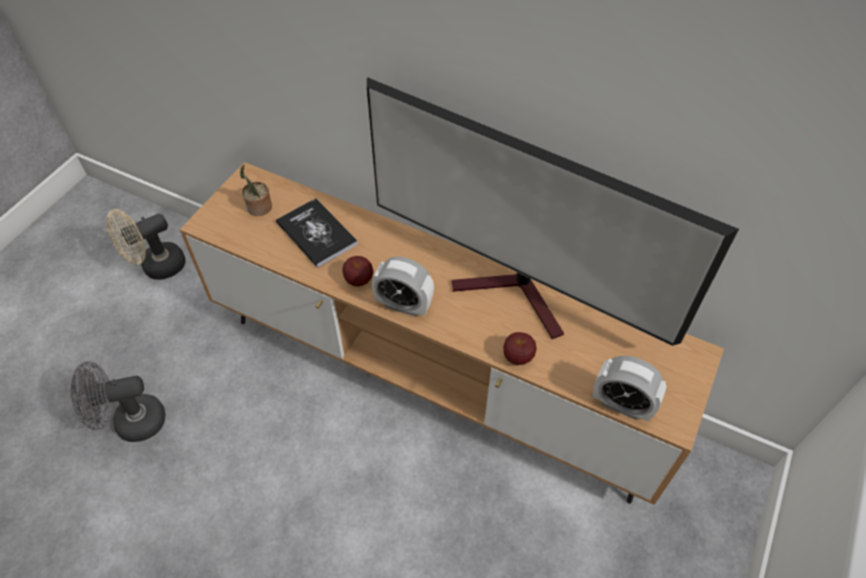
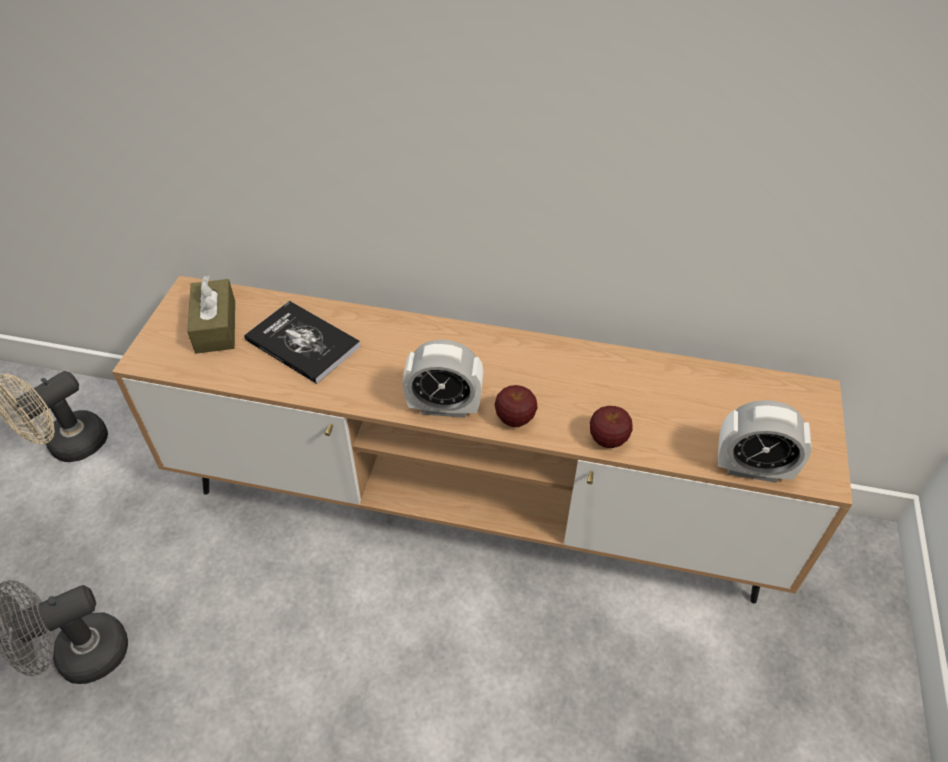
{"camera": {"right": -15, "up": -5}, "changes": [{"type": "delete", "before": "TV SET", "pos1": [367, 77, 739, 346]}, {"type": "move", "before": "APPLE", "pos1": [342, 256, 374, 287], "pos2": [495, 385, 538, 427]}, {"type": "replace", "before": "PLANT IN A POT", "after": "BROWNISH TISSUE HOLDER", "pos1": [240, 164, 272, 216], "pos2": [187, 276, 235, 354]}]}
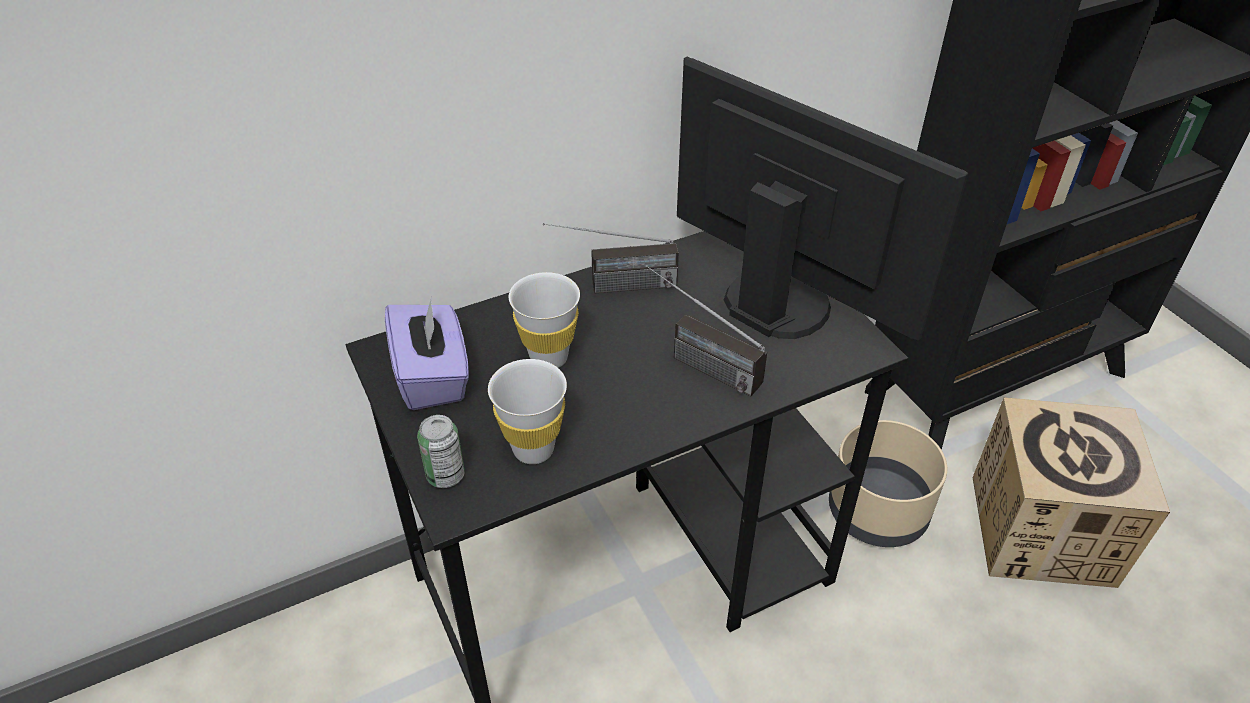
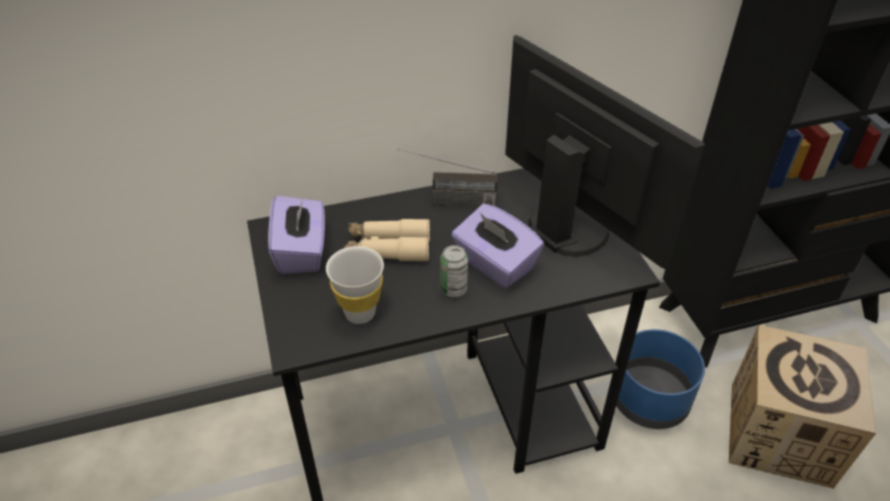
{"camera": {"right": 10, "up": 0}, "changes": [{"type": "move", "before": "CAN", "pos1": [417, 415, 465, 488], "pos2": [440, 245, 468, 298]}, {"type": "replace", "before": "WHITE DRINKING CUP", "after": "BEIGE BINOCULARS", "pos1": [509, 272, 580, 368], "pos2": [344, 219, 430, 262]}, {"type": "replace", "before": "RADIO RECEIVER", "after": "PURPLE TISSUE HOLDER", "pos1": [646, 265, 767, 396], "pos2": [452, 204, 544, 288]}, {"type": "recolor", "before": "BEIGE PLANT POT", "after": "BLUE PLANT POT", "pos1": [829, 420, 947, 547], "pos2": [616, 329, 705, 429]}]}
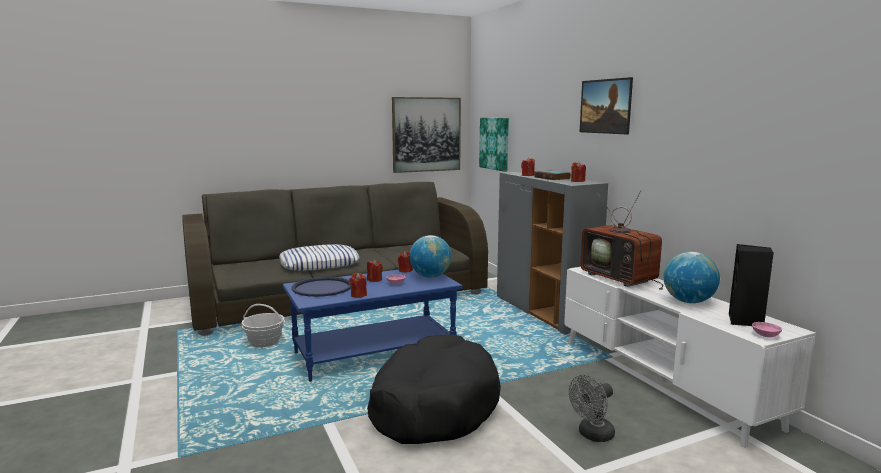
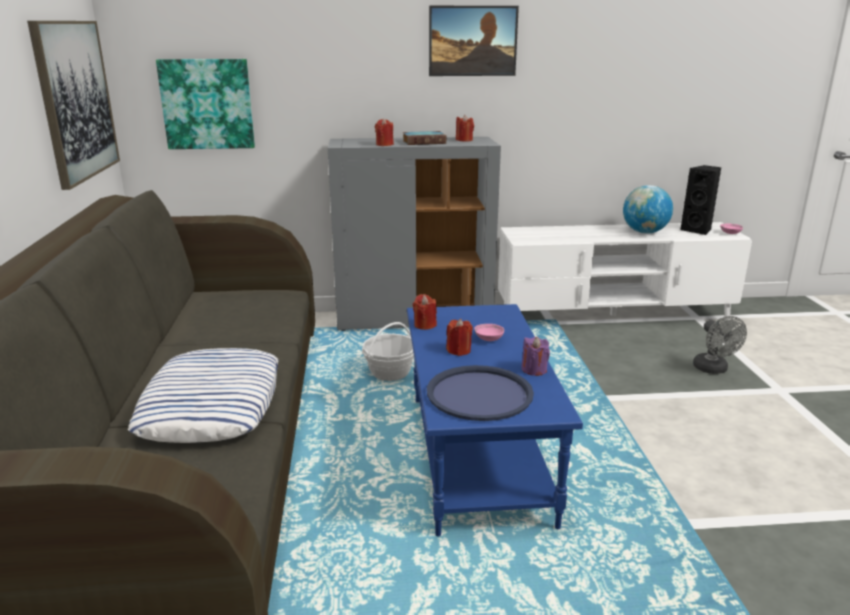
{"camera": {"right": -70, "up": 10}, "changes": [{"type": "delete", "before": "BLACKISH DOG BED", "pos1": [367, 334, 501, 444]}, {"type": "delete", "before": "WORLD GLOBE", "pos1": [409, 235, 452, 278]}, {"type": "delete", "before": "TV SET", "pos1": [580, 190, 663, 290]}, {"type": "move", "before": "HOUSEHOLD BASKET", "pos1": [241, 304, 285, 347], "pos2": [362, 322, 414, 381]}, {"type": "recolor", "before": "RED-COLOURED WAX CANDLE", "after": "PURPLE WAX CANDLE", "pos1": [350, 273, 367, 298], "pos2": [522, 337, 550, 376]}]}
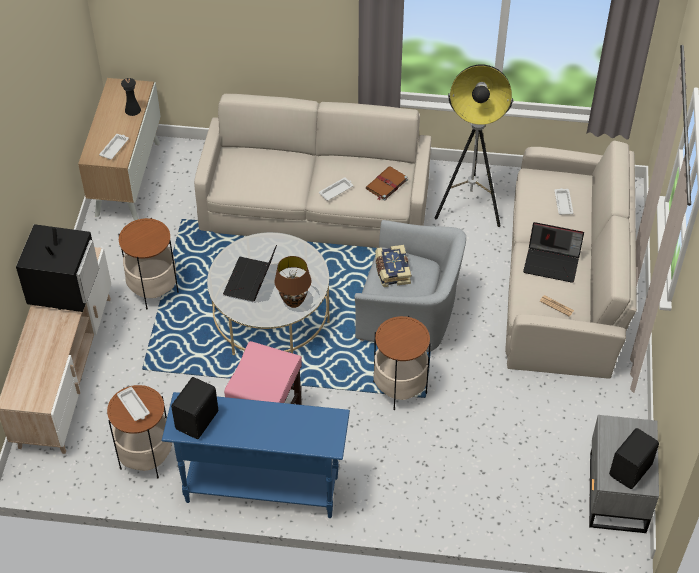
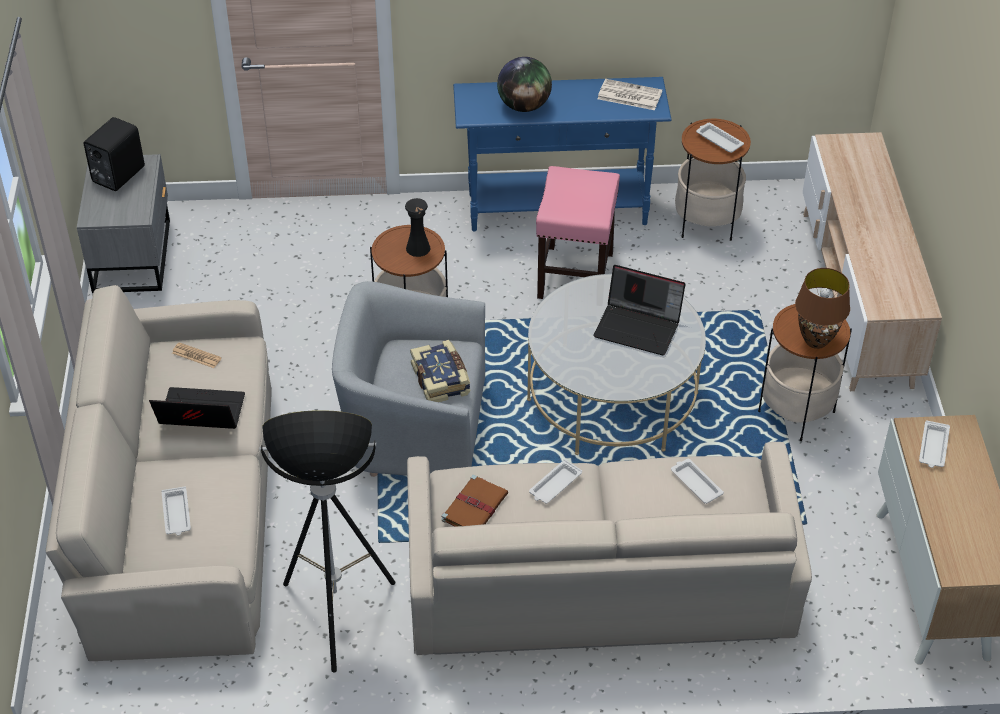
{"camera": {"right": 170, "up": -5}, "changes": [{"type": "delete", "before": "TV SET", "pos1": [16, 224, 99, 312]}, {"type": "insert", "after": "WORLD GLOBE", "pos2": [497, 57, 552, 112]}, {"type": "insert", "after": "WHITE TRAY", "pos2": [671, 459, 724, 504]}, {"type": "move", "before": "BLACKISH DECORATIVE VASE", "pos1": [121, 78, 141, 116], "pos2": [405, 198, 430, 257]}, {"type": "move", "before": "BROWNISH TABLE LAMP", "pos1": [274, 256, 311, 308], "pos2": [795, 268, 850, 349]}, {"type": "replace", "before": "BLACKISH SPEAKER", "after": "DAILY PAPER", "pos1": [171, 377, 218, 439], "pos2": [597, 79, 662, 110]}, {"type": "rotate", "before": "PORTABLE COMPUTER", "pos1": [223, 245, 277, 302], "pos2": [593, 265, 685, 355], "turn": 105}]}
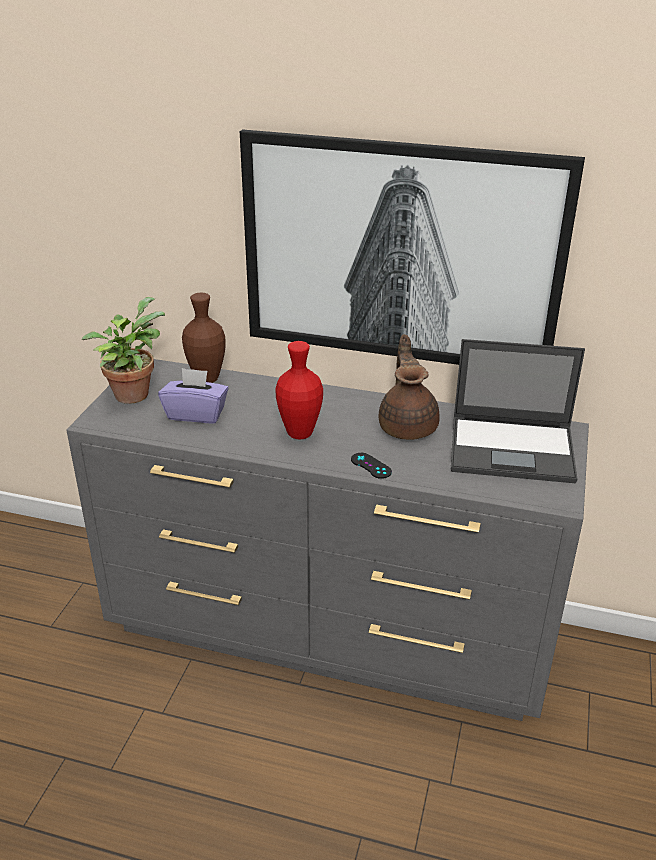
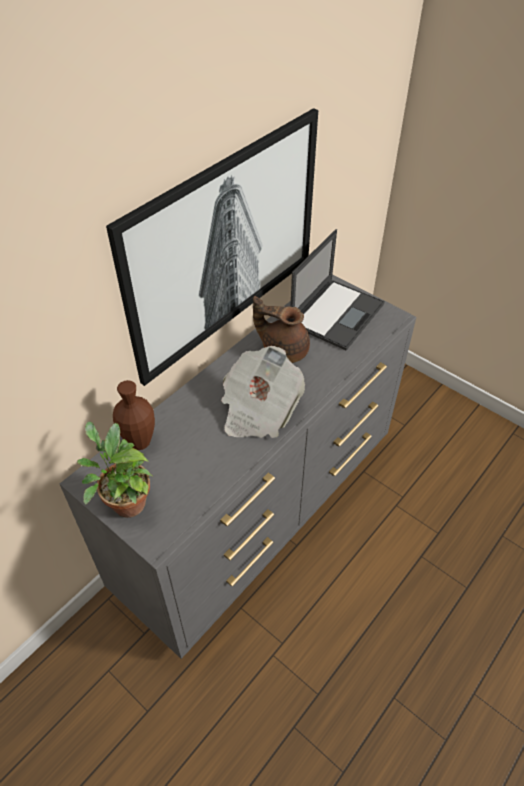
{"camera": {"right": -65, "up": 15}, "changes": [{"type": "delete", "before": "PURPLE TISSUE HOLDER", "pos1": [158, 368, 229, 423]}, {"type": "delete", "before": "BLACKISH GAME CONTROLLER", "pos1": [351, 453, 392, 479]}, {"type": "replace", "before": "RED-COLOURED DECORATIVE VASE", "after": "DAILY PAPER", "pos1": [275, 341, 323, 439], "pos2": [221, 346, 305, 438]}]}
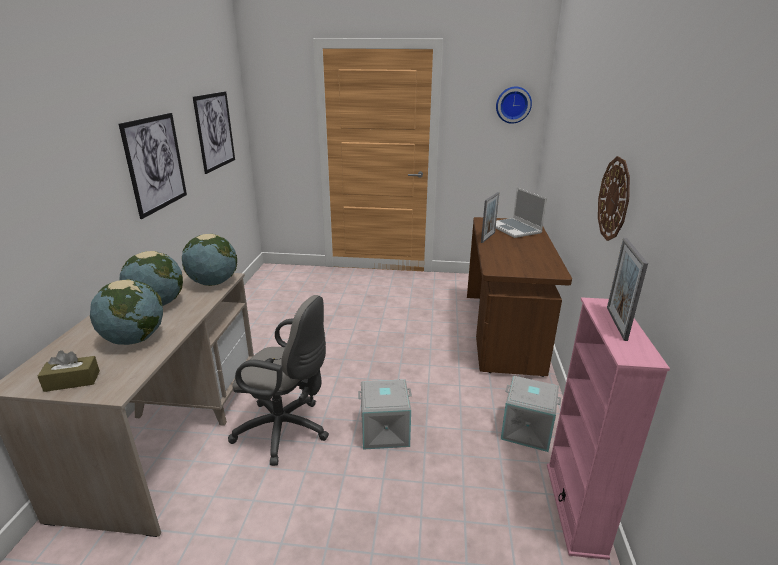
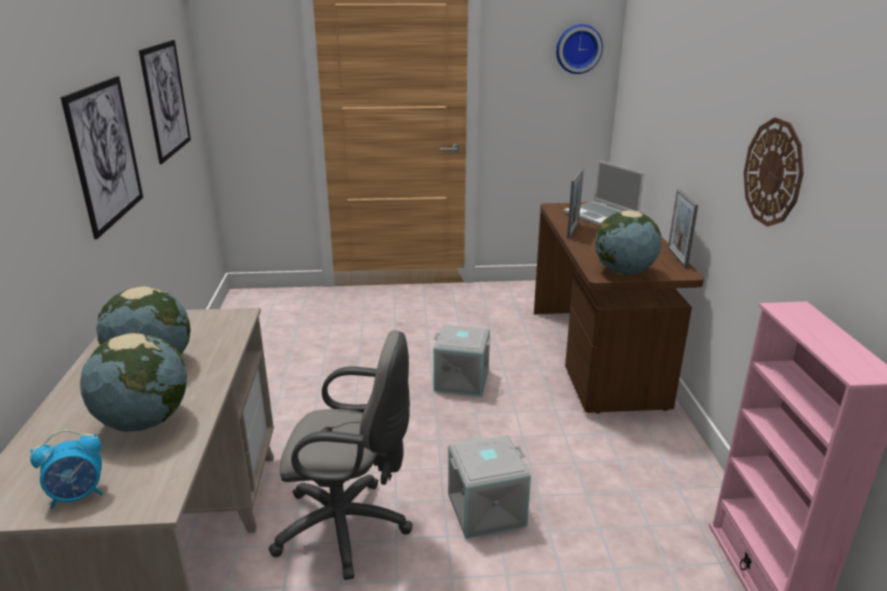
{"camera": {"right": -10, "up": 0}, "changes": [{"type": "move", "before": "WORLD GLOBE", "pos1": [182, 234, 237, 286], "pos2": [595, 210, 661, 275]}, {"type": "move", "before": "GRAY STORAGE CONTAINER", "pos1": [501, 376, 561, 452], "pos2": [433, 325, 491, 396]}, {"type": "move", "before": "PHOTO FRAME", "pos1": [607, 238, 648, 341], "pos2": [668, 189, 698, 268]}, {"type": "replace", "before": "BROWNISH TISSUE HOLDER", "after": "BEDSIDE CLOCK", "pos1": [38, 350, 100, 392], "pos2": [30, 430, 103, 509]}]}
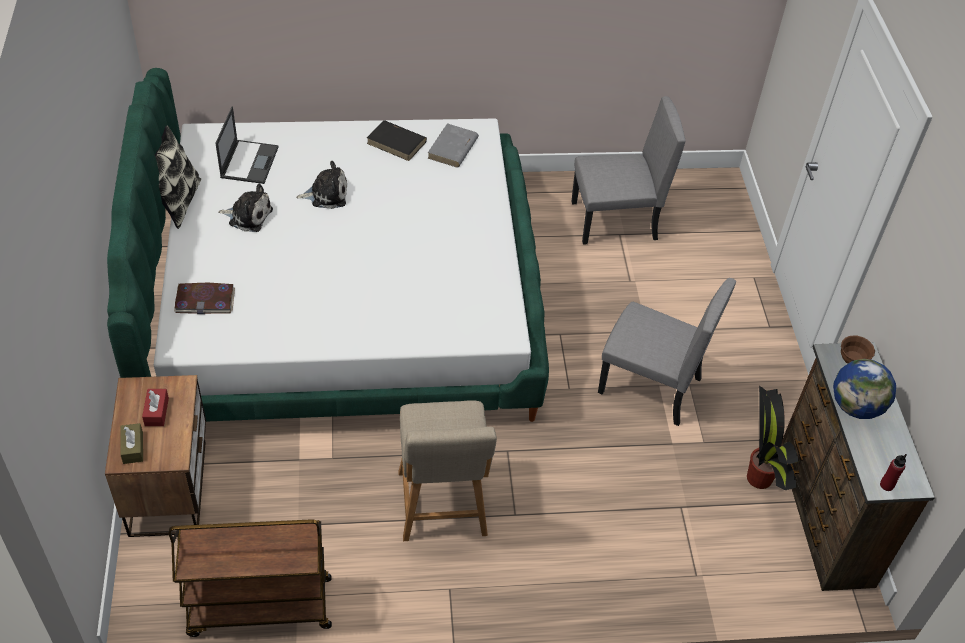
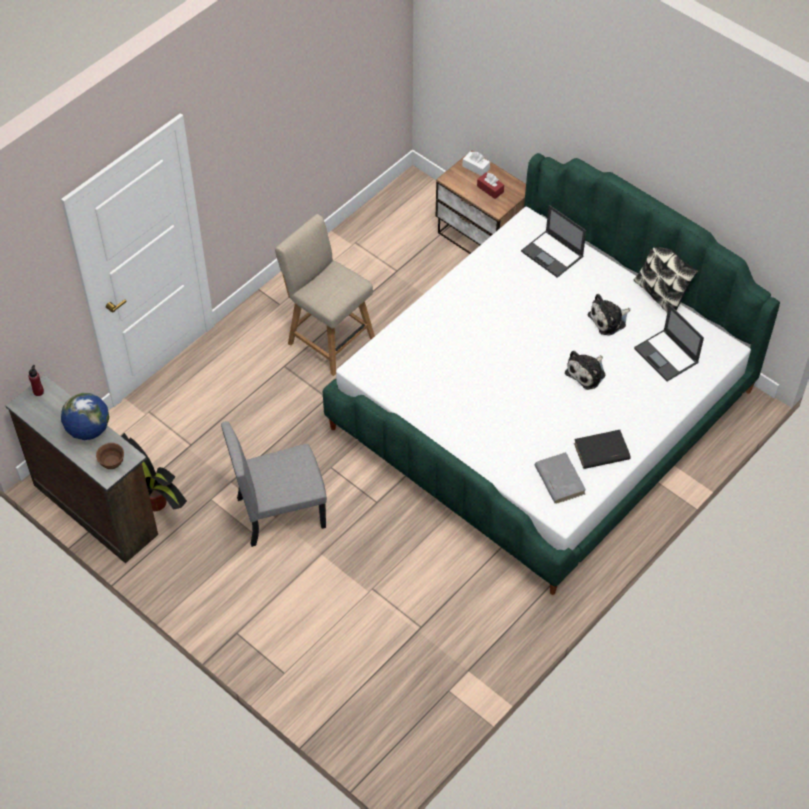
{"camera": {"right": 140, "up": 5}, "changes": [{"type": "delete", "before": "BROWNISH CART", "pos1": [169, 519, 332, 637]}, {"type": "delete", "before": "GRAY CHAIR", "pos1": [571, 96, 685, 245]}, {"type": "replace", "before": "BOOK", "after": "PORTABLE COMPUTER", "pos1": [174, 283, 235, 314], "pos2": [521, 205, 586, 278]}, {"type": "recolor", "before": "BROWNISH TISSUE HOLDER", "after": "WHITE TISSUE HOLDER", "pos1": [120, 423, 143, 464], "pos2": [462, 152, 490, 176]}]}
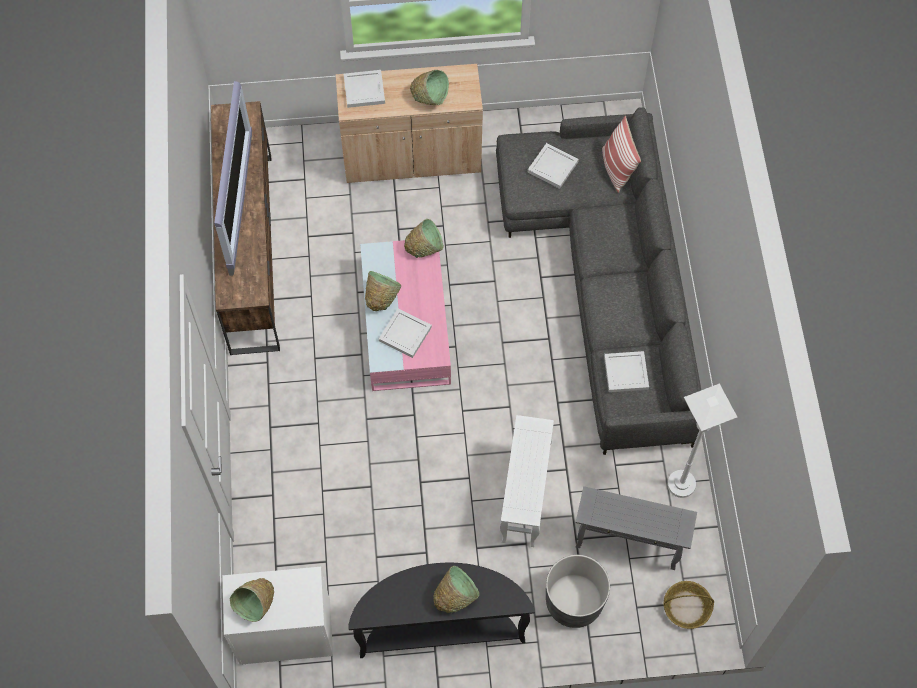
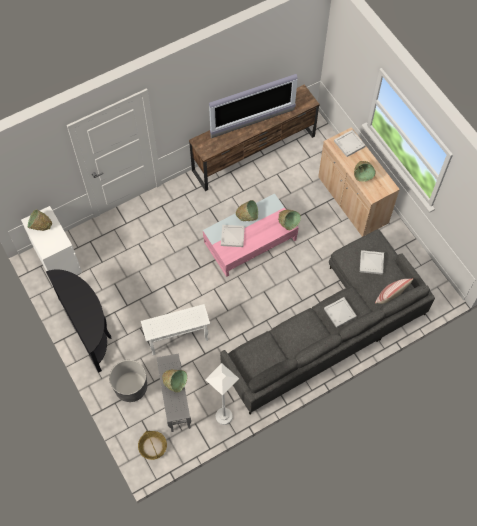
{"camera": {"right": 65, "up": 0}, "changes": [{"type": "move", "before": "GREENISH DEEP DISH", "pos1": [433, 566, 479, 613], "pos2": [162, 370, 187, 393]}, {"type": "move", "before": "WHITE TRAY", "pos1": [604, 351, 649, 392], "pos2": [324, 297, 357, 328]}]}
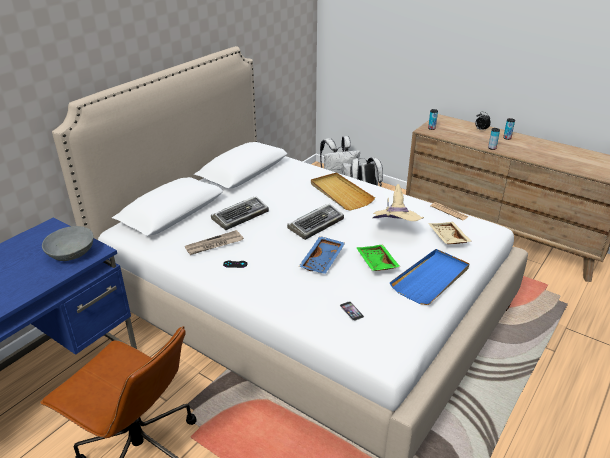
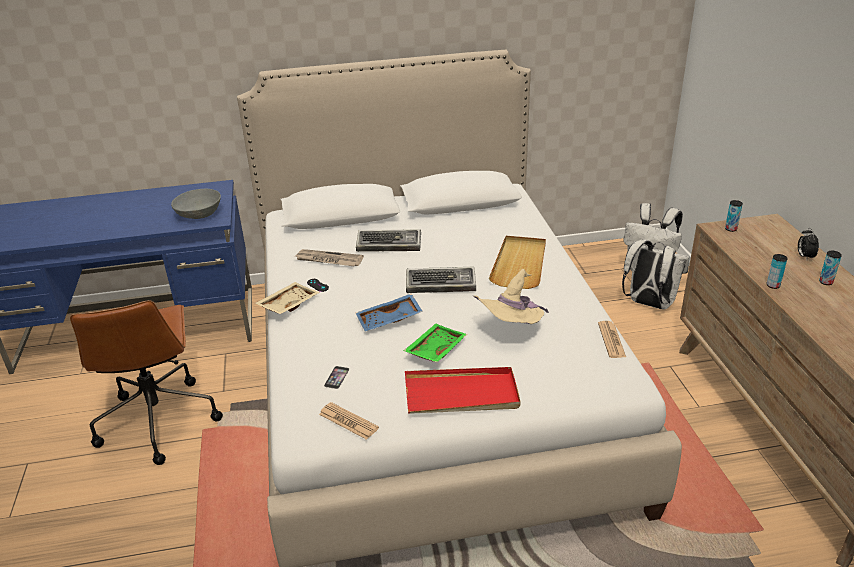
{"camera": {"right": 45, "up": 0}, "changes": [{"type": "insert", "after": "DAILY PAPER", "pos2": [319, 402, 379, 440]}, {"type": "move", "before": "BEIGE TRAY", "pos1": [428, 222, 472, 244], "pos2": [255, 282, 320, 314]}, {"type": "recolor", "before": "BLUE TRAY", "after": "RED-COLOURED TRAY", "pos1": [390, 249, 470, 305], "pos2": [405, 367, 520, 414]}]}
